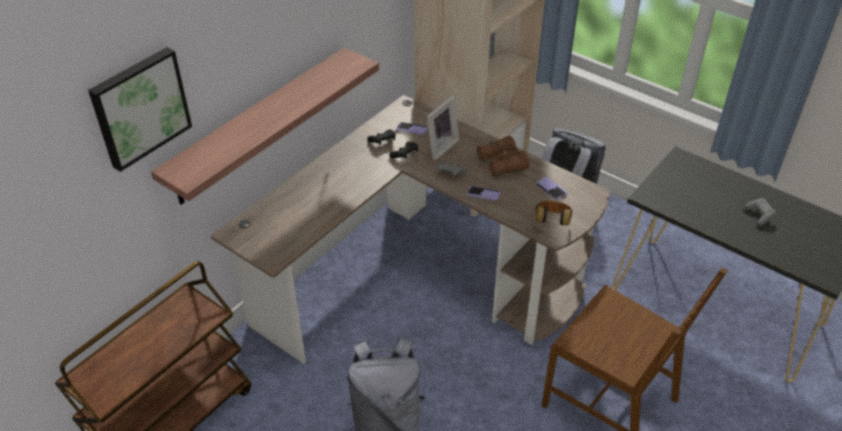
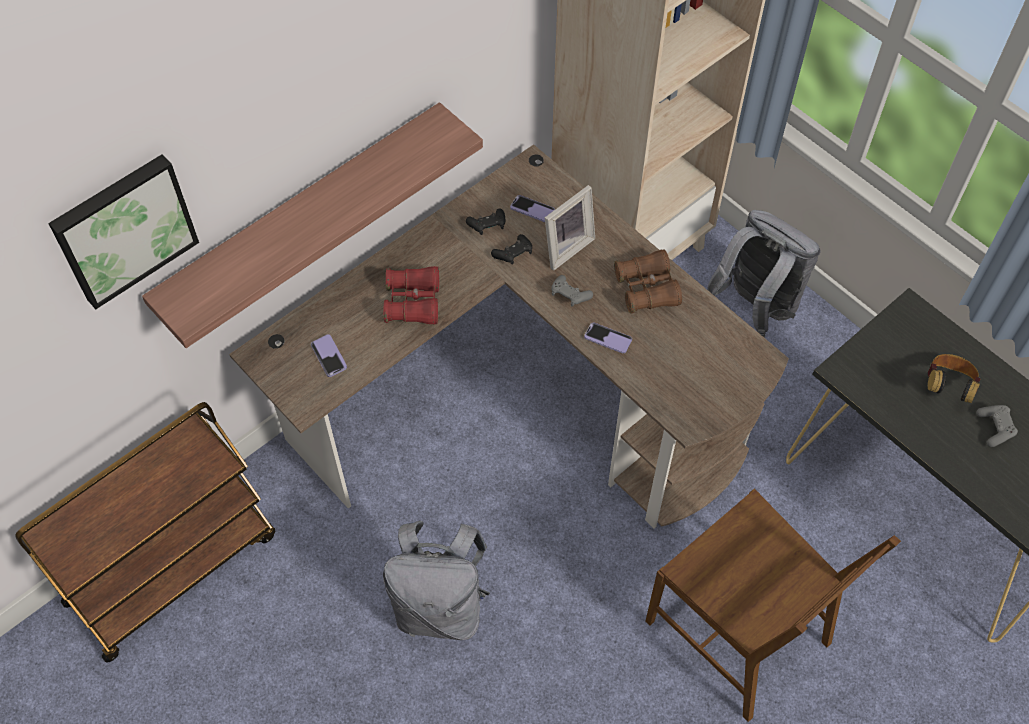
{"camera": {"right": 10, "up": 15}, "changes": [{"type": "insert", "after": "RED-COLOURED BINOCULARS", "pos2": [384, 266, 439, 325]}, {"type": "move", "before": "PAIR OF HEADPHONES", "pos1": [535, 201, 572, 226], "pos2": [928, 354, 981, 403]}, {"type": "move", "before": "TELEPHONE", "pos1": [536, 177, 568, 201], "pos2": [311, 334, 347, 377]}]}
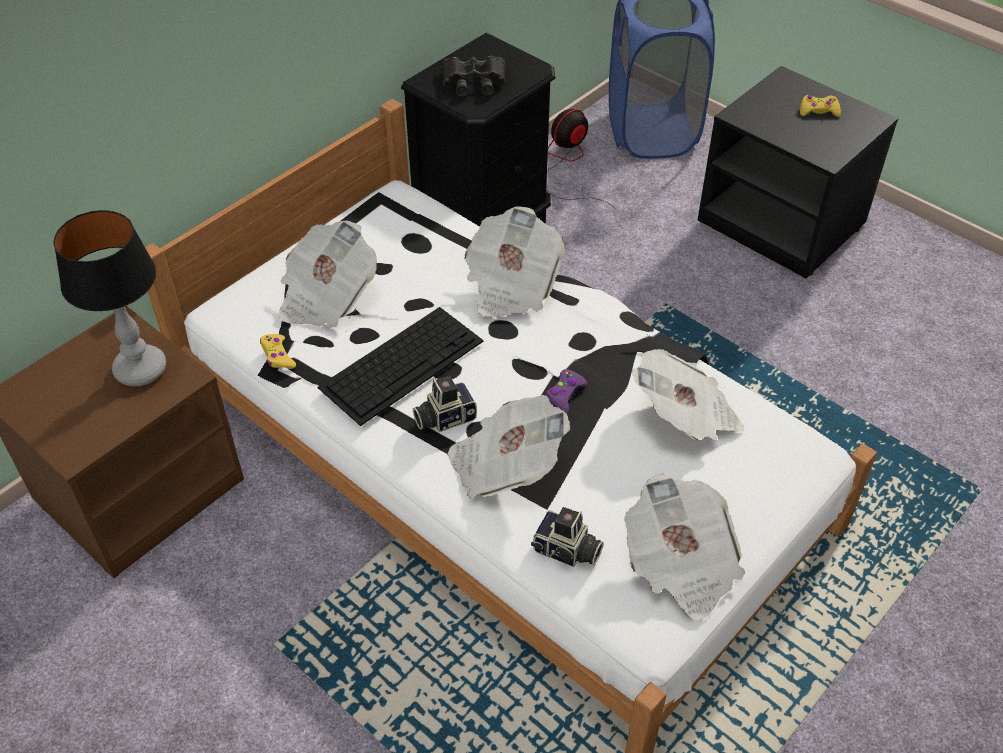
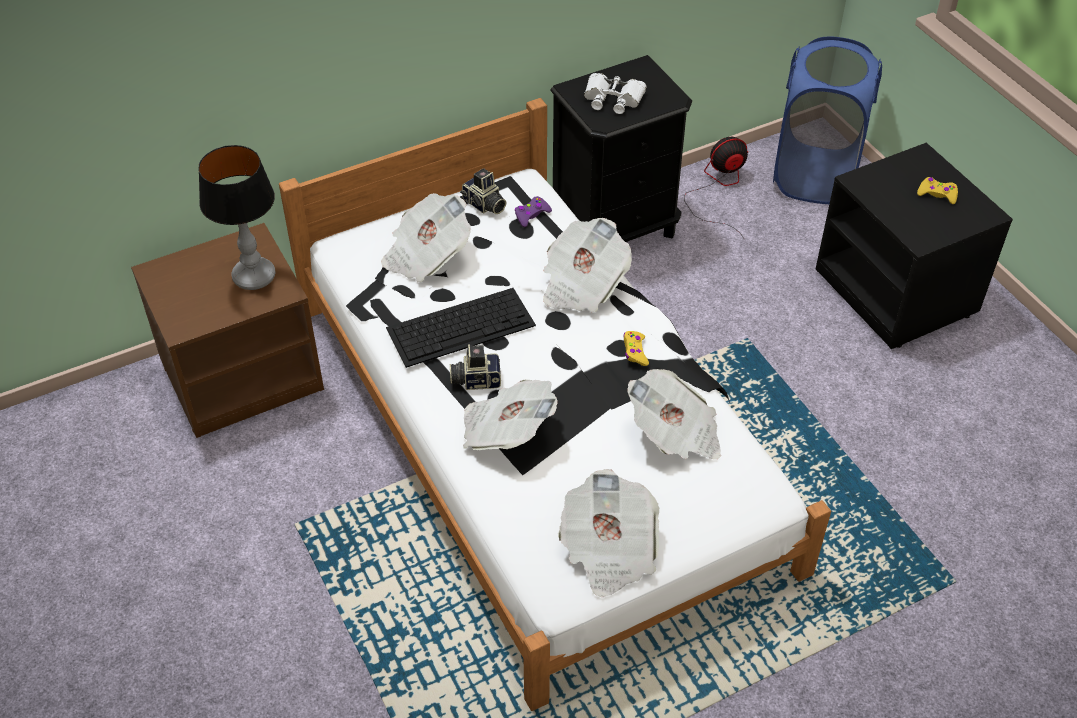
{"camera": {"right": 20, "up": 0}, "changes": [{"type": "move", "before": "YELLOW GAME CONTROLLER", "pos1": [260, 334, 296, 369], "pos2": [623, 331, 649, 366]}, {"type": "move", "before": "PHOTO CAMERA", "pos1": [531, 507, 604, 567], "pos2": [460, 168, 507, 214]}, {"type": "move", "before": "PURPLE GAME CONTROLLER", "pos1": [546, 369, 587, 414], "pos2": [515, 196, 552, 227]}, {"type": "recolor", "before": "BLACKISH BINOCULARS", "after": "WHITE BINOCULARS", "pos1": [440, 56, 505, 97], "pos2": [584, 73, 647, 114]}]}
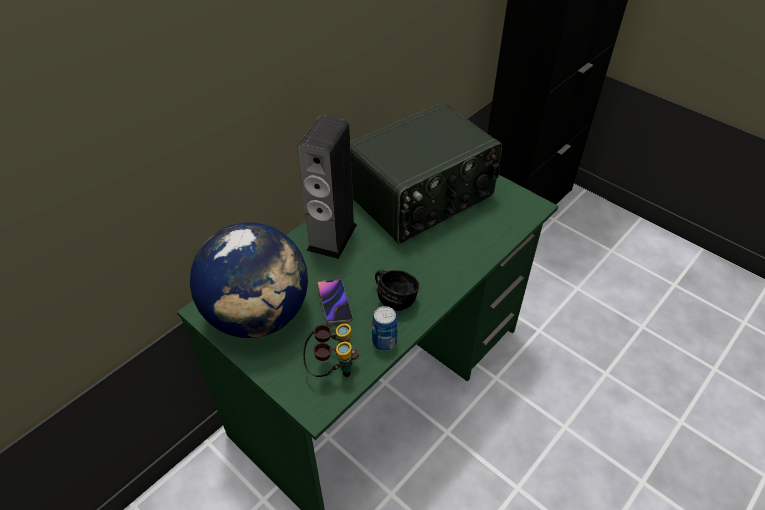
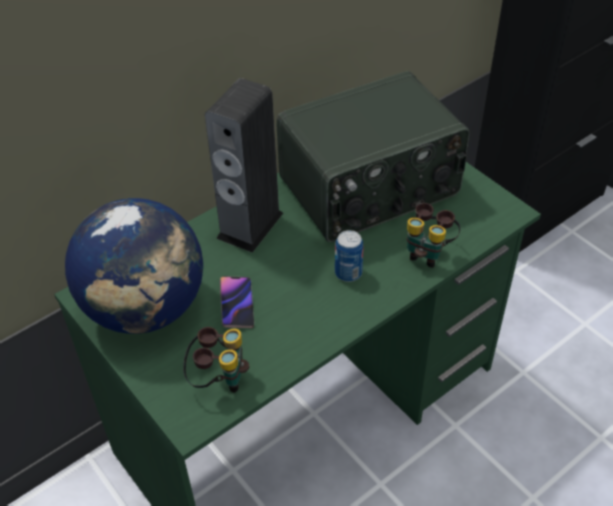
{"camera": {"right": 10, "up": 0}, "changes": [{"type": "delete", "before": "BLACKISH MUG", "pos1": [375, 270, 419, 311]}, {"type": "insert", "after": "BINOCULARS", "pos2": [407, 203, 460, 268]}, {"type": "move", "before": "CAN", "pos1": [372, 306, 398, 351], "pos2": [335, 230, 363, 282]}]}
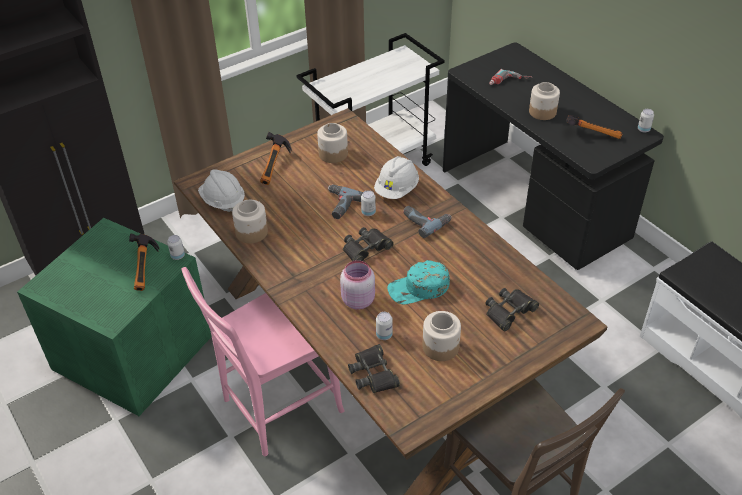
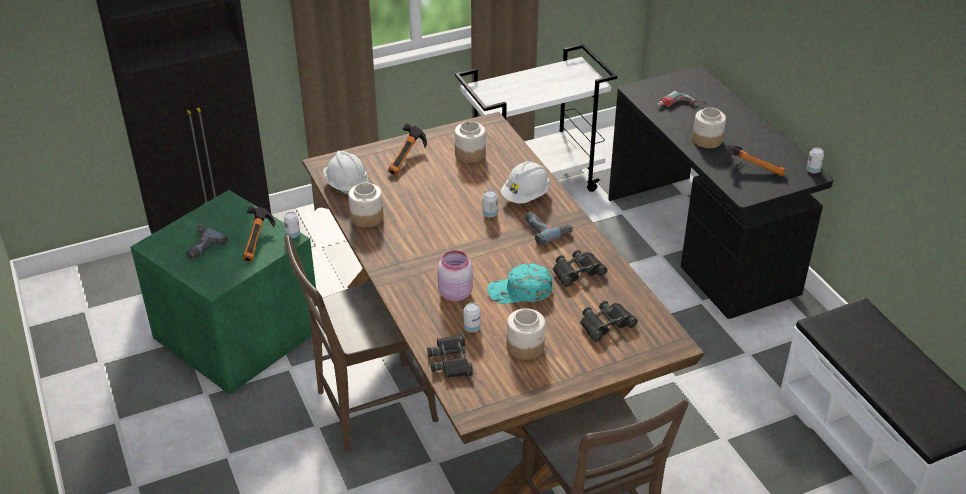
{"camera": {"right": 10, "up": -5}, "changes": [{"type": "move", "before": "DRILL", "pos1": [328, 184, 363, 219], "pos2": [186, 224, 228, 260]}, {"type": "move", "before": "BLACKISH BINOCULARS", "pos1": [343, 227, 394, 261], "pos2": [553, 250, 607, 287]}, {"type": "recolor", "before": "PINKISH CHAIR", "after": "BROWNISH CHAIR", "pos1": [182, 267, 345, 456], "pos2": [285, 235, 439, 451]}]}
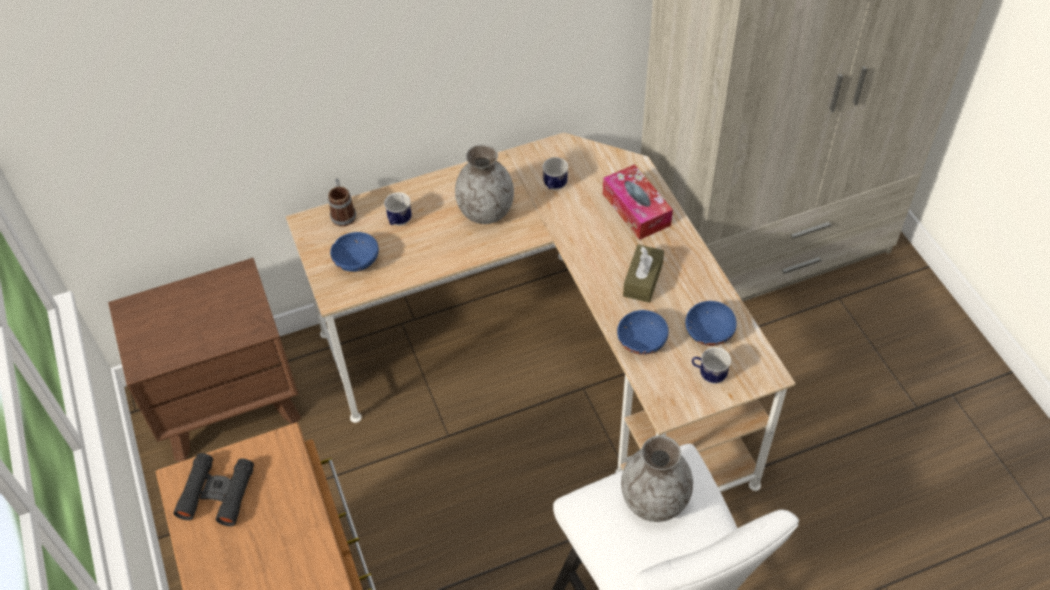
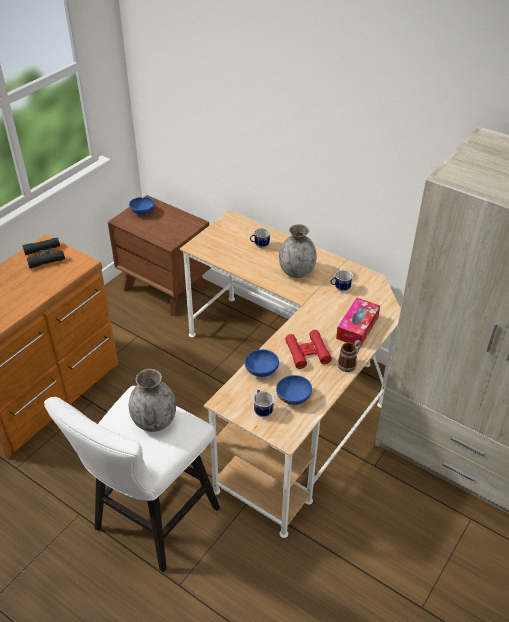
{"camera": {"right": 55, "up": -10}, "changes": [{"type": "move", "before": "MUG", "pos1": [328, 179, 356, 226], "pos2": [337, 340, 361, 372]}, {"type": "move", "before": "BLUE DEEP DISH", "pos1": [330, 232, 379, 272], "pos2": [129, 197, 155, 215]}, {"type": "replace", "before": "BROWNISH TISSUE HOLDER", "after": "RED-COLOURED BINOCULARS", "pos1": [623, 244, 664, 303], "pos2": [285, 330, 332, 369]}]}
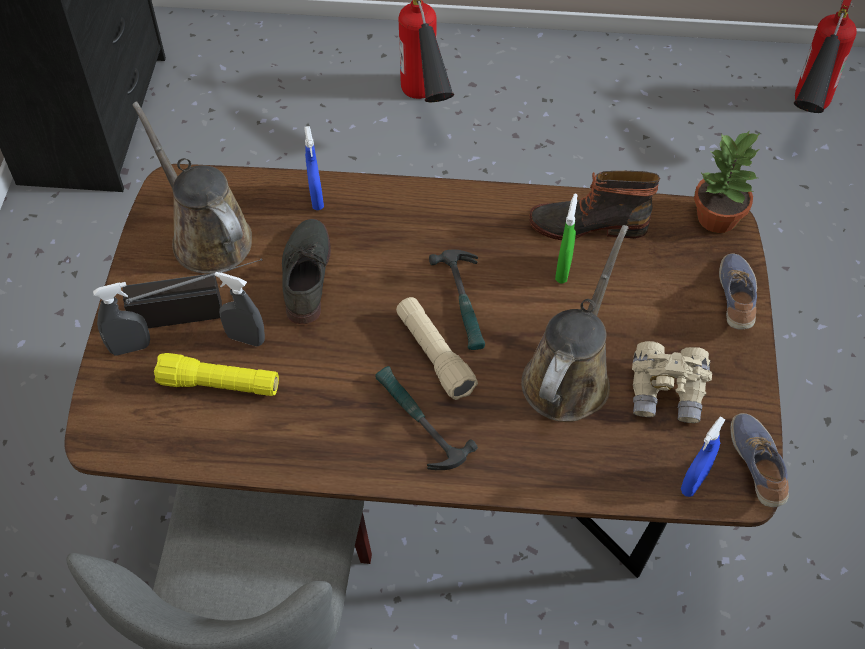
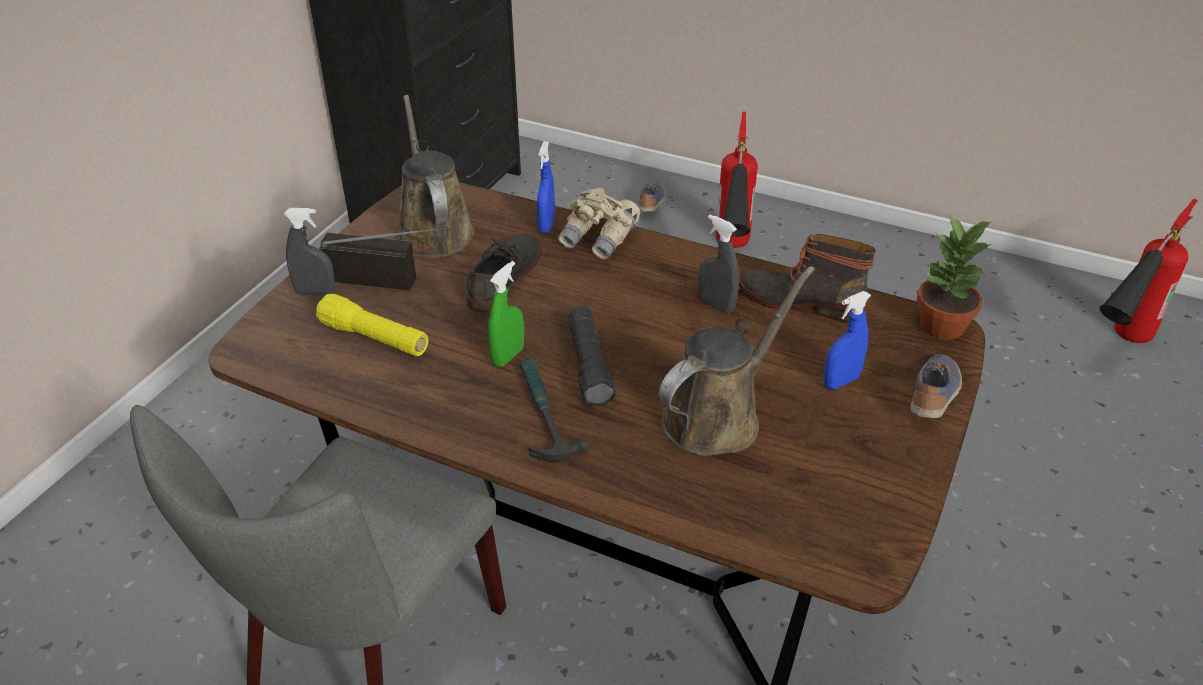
{"camera": {"right": 20, "up": -15}, "changes": [{"type": "delete", "before": "HAMMER", "pos1": [429, 249, 485, 350]}, {"type": "move", "before": "GRAY SPRAY BOTTLE", "pos1": [215, 272, 265, 347], "pos2": [698, 215, 739, 313]}, {"type": "move", "before": "GREENISH SPRAY BOTTLE", "pos1": [555, 194, 578, 283], "pos2": [488, 261, 524, 367]}, {"type": "move", "before": "BEIGE BINOCULARS", "pos1": [632, 341, 712, 423], "pos2": [558, 188, 640, 260]}, {"type": "move", "before": "BLUE SPRAY BOTTLE", "pos1": [681, 416, 726, 497], "pos2": [823, 291, 871, 389]}, {"type": "move", "before": "SHOE", "pos1": [730, 413, 789, 507], "pos2": [639, 184, 666, 212]}, {"type": "recolor", "before": "BEIGE FLASHLIGHT", "after": "BLACKISH FLASHLIGHT", "pos1": [396, 297, 478, 400], "pos2": [568, 306, 616, 406]}]}
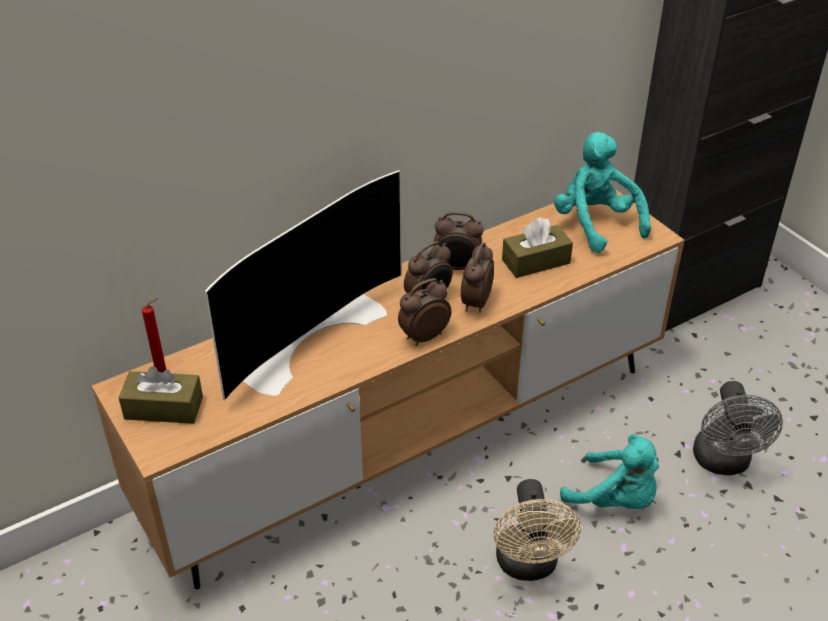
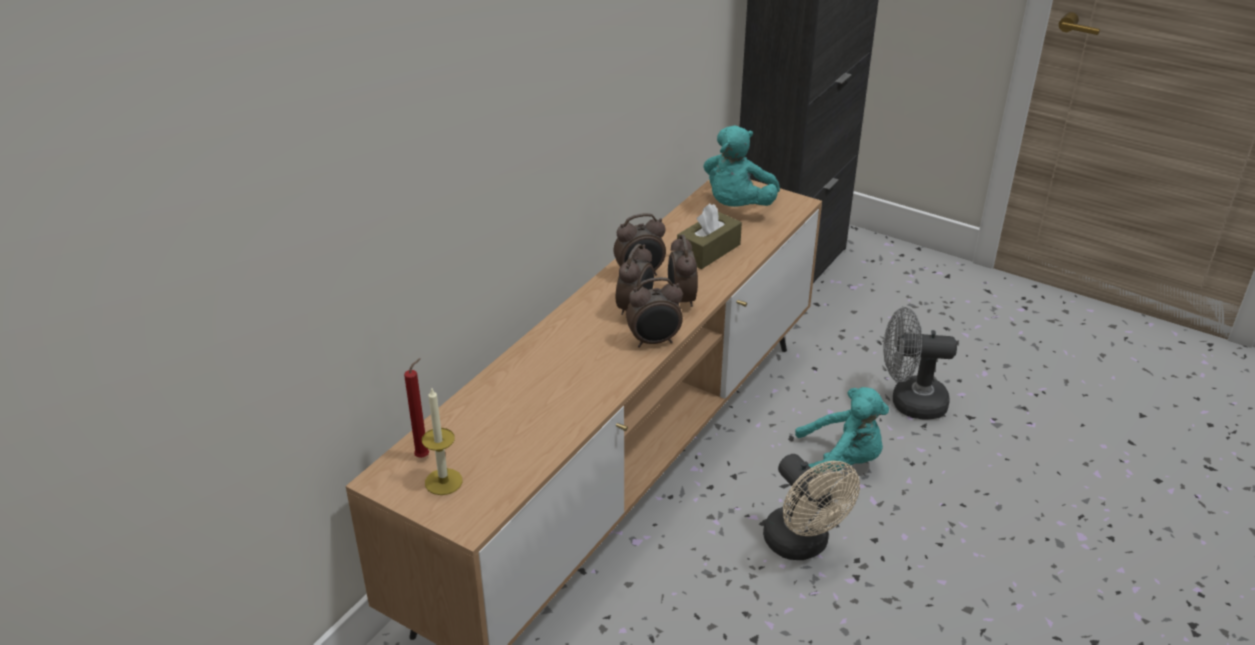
{"camera": {"right": -25, "up": -5}, "changes": [{"type": "delete", "before": "TV SET", "pos1": [205, 170, 401, 401]}, {"type": "replace", "before": "BROWNISH TISSUE HOLDER", "after": "WAX CANDLE", "pos1": [119, 366, 203, 424], "pos2": [422, 387, 463, 495]}, {"type": "rotate", "before": "BEDSIDE CLOCK", "pos1": [398, 278, 452, 346], "pos2": [626, 277, 683, 348], "turn": -135}, {"type": "rotate", "before": "BLUE-GREEN SOFT TOY", "pos1": [554, 132, 651, 253], "pos2": [703, 125, 780, 207], "turn": -105}, {"type": "rotate", "before": "GRAY COOLING FAN", "pos1": [693, 381, 783, 475], "pos2": [884, 307, 957, 420], "turn": 120}]}
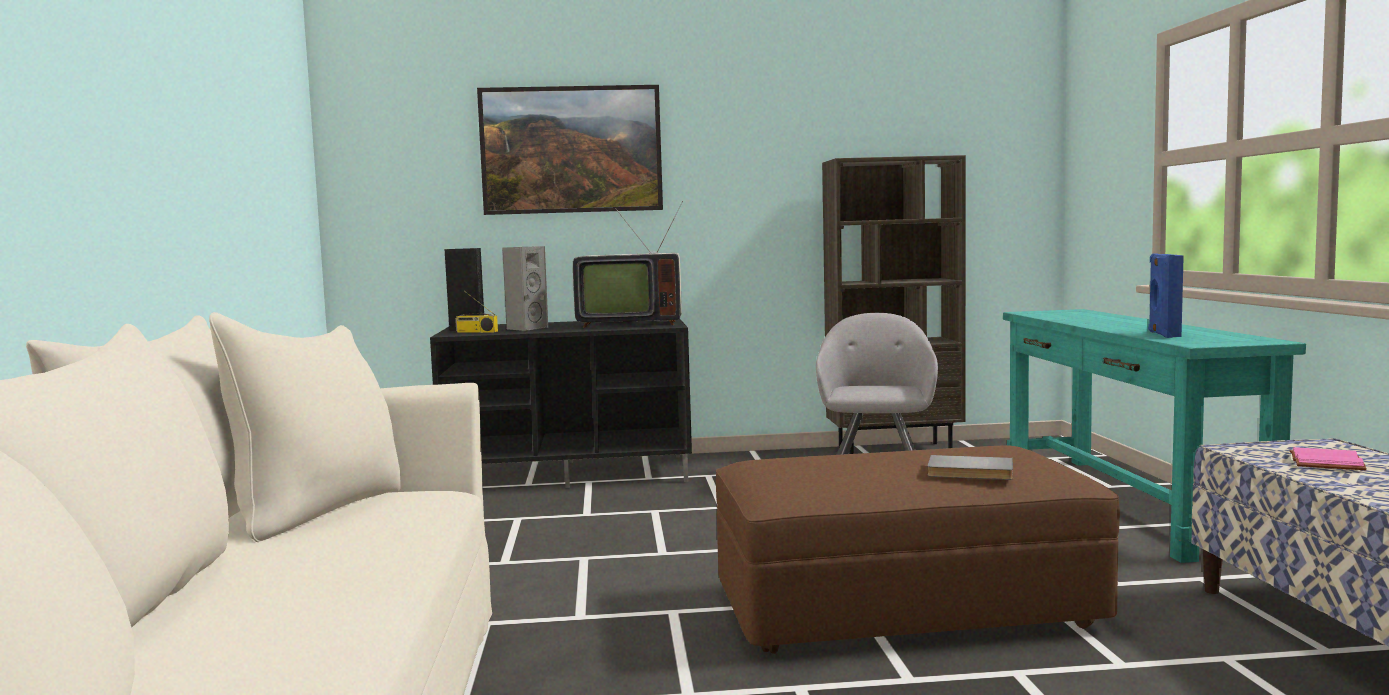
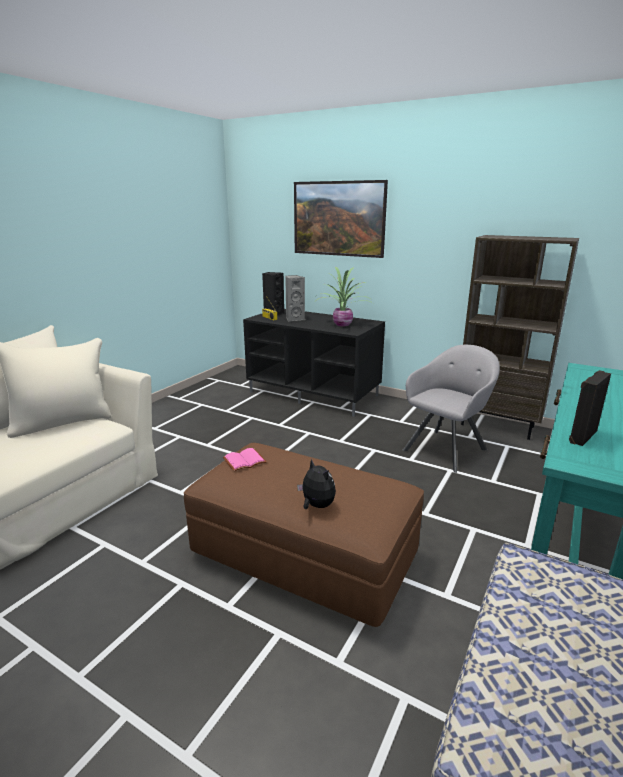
{"camera": {"right": 35, "up": 15}, "changes": [{"type": "move", "before": "PINKISH BOOK", "pos1": [1290, 447, 1367, 470], "pos2": [223, 448, 267, 472]}, {"type": "replace", "before": "TV SET", "after": "PLANT IN A POT", "pos1": [573, 201, 683, 328], "pos2": [315, 267, 373, 327]}, {"type": "replace", "before": "GRAY BOOK", "after": "SOFT TOY", "pos1": [927, 455, 1013, 480], "pos2": [297, 459, 336, 509]}, {"type": "recolor", "before": "BLUE SPEAKER", "after": "BLACKISH SPEAKER", "pos1": [1148, 254, 1184, 338], "pos2": [569, 370, 611, 446]}]}
